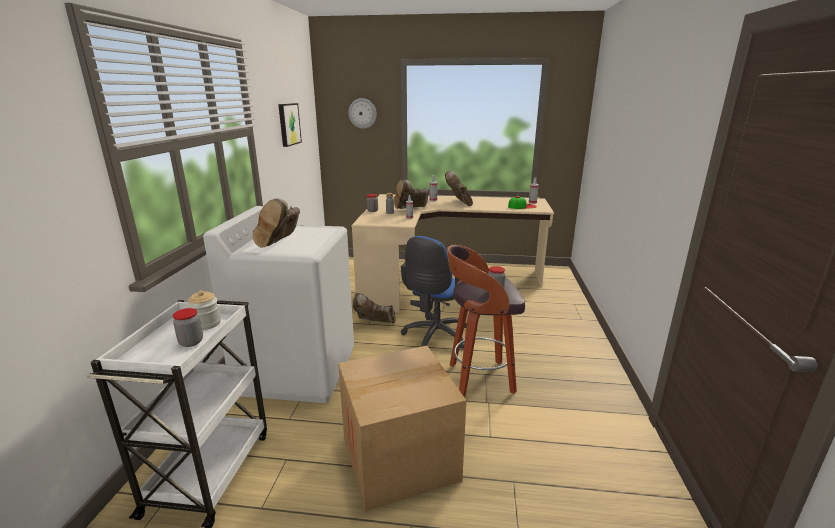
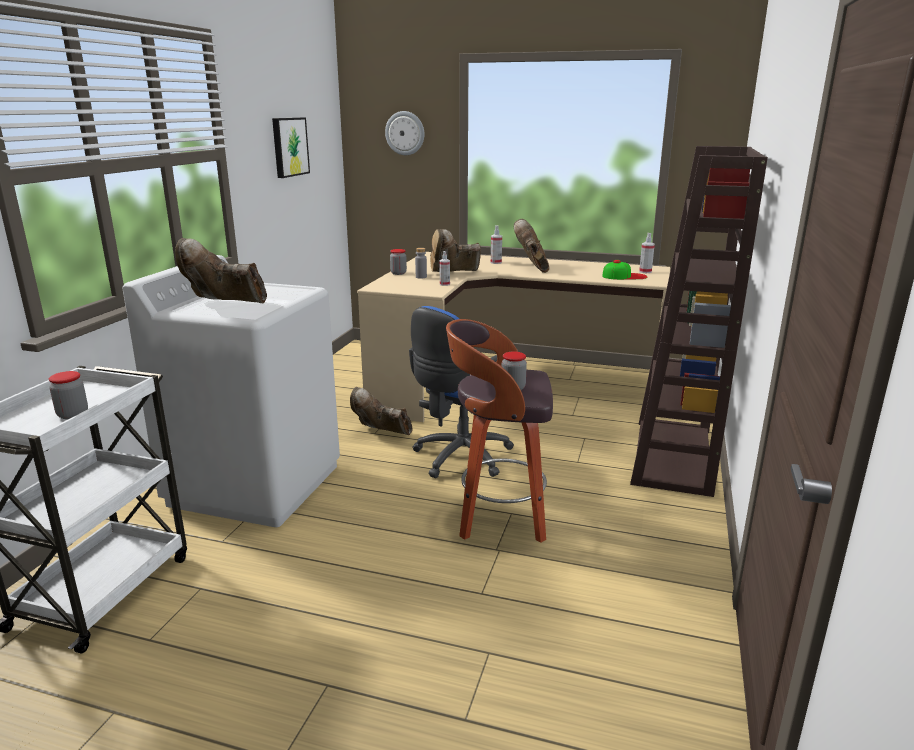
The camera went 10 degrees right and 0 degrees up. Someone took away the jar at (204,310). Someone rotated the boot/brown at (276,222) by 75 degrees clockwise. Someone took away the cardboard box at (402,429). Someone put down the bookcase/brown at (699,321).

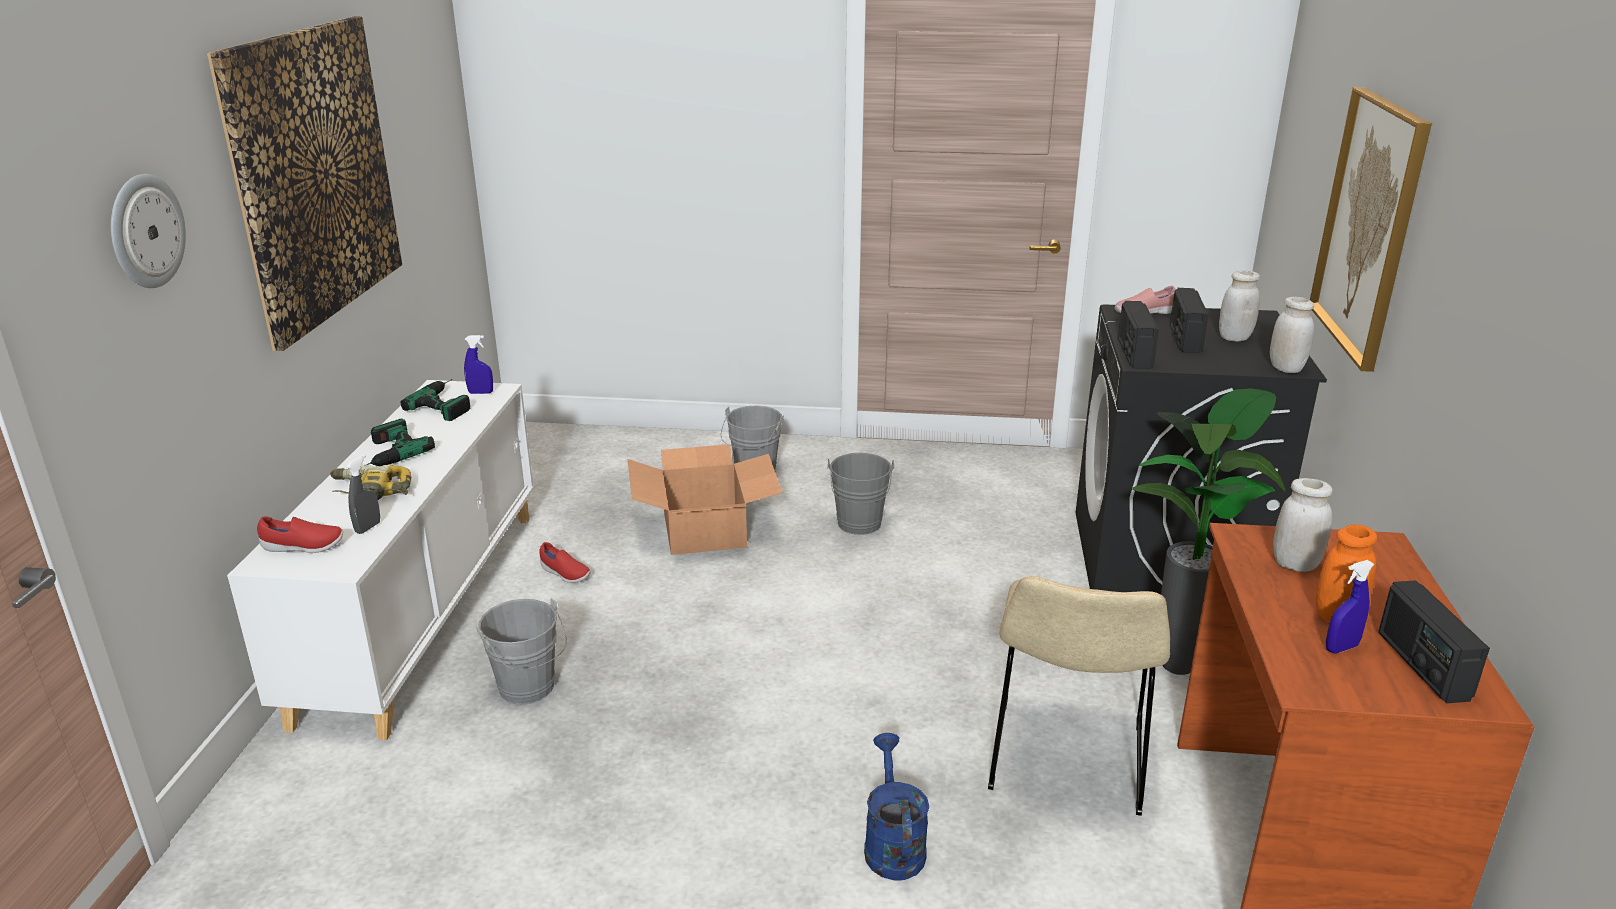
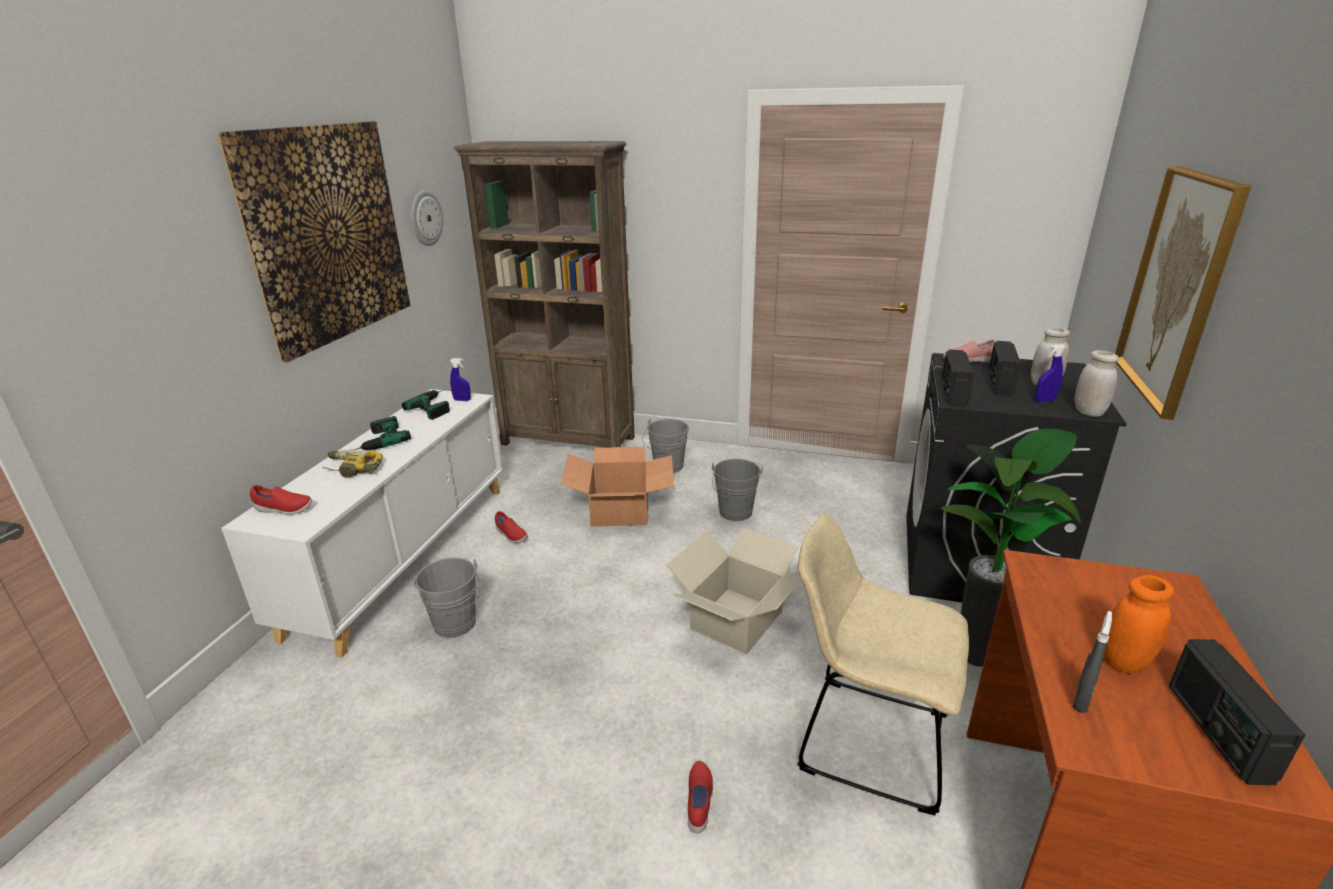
The camera went 10 degrees right and 0 degrees up. Someone carried the wall clock from (148,231) to (427,218). Someone carried the spray bottle/grey from (363,494) to (1092,662). Someone swapped the watering can/blue at (896,807) for the shoe/red at (700,797). Someone rotated the chair/beige at (1079,696) by 90 degrees clockwise. Someone took away the jar/white at (1303,525). Someone carried the spray bottle/blue from (1350,606) to (1050,373). Someone put down the bookcase/brown at (544,294). Someone put down the cardboard box at (733,591).

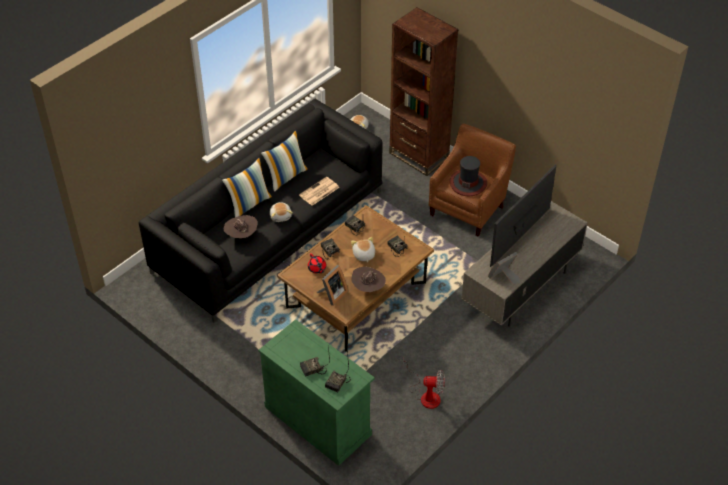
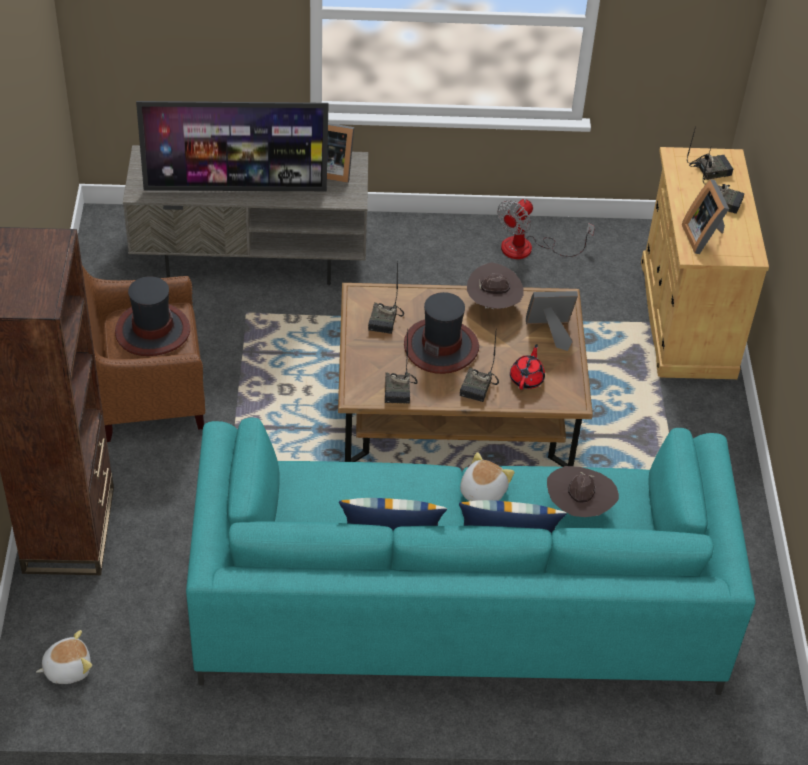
The camera went 135 degrees left and 0 degrees up. Someone repainted the sofa/black at (260,210), which became the sofa/turquoise at (471,556). Someone repainted the cabinet/green at (316,392), which became the cabinet/beige at (705,263). Someone took away the newspaper at (319,191). Someone swapped the plush toy at (363,249) for the hat at (441,333). Someone rotated the fan at (424,384) by 105 degrees counterclockwise. Someone put down the picture frame at (705,216).

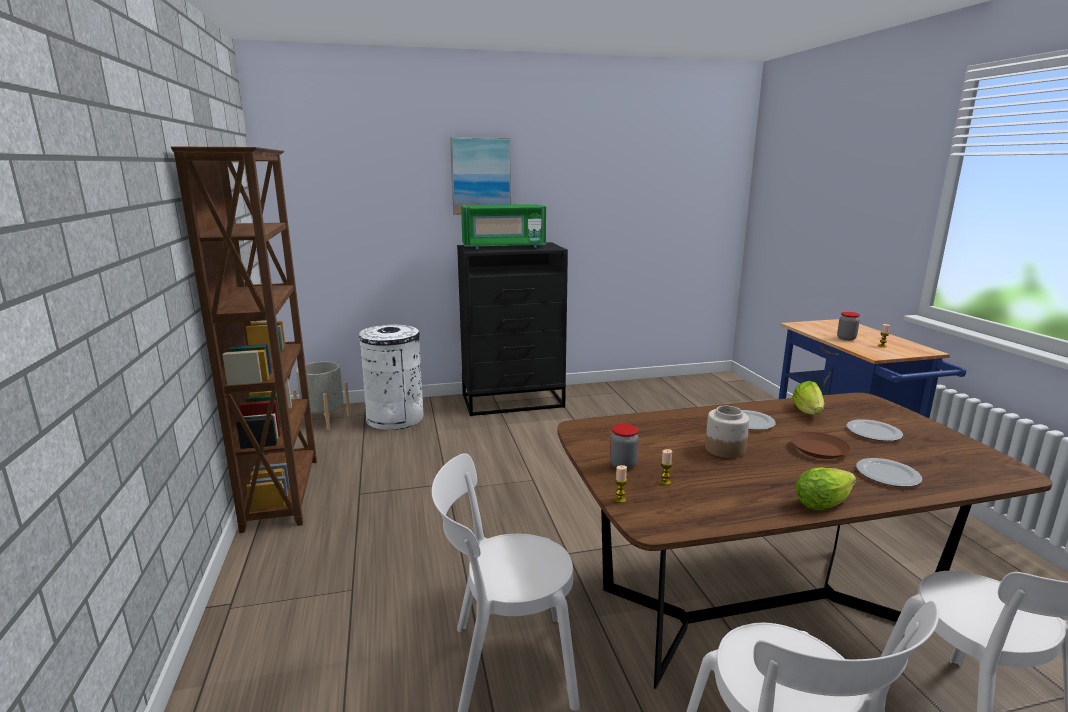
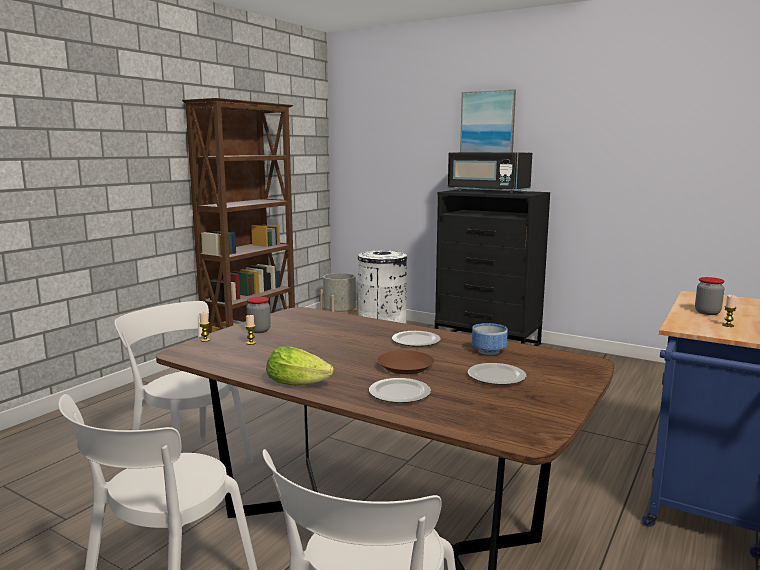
The camera went 45 degrees right and 5 degrees down. Someone repainted the microwave/green at (503,226), which became the microwave/black at (490,172). Someone took away the jar at (727,432). Someone swapped the lettuce at (808,397) for the bowl at (489,339).

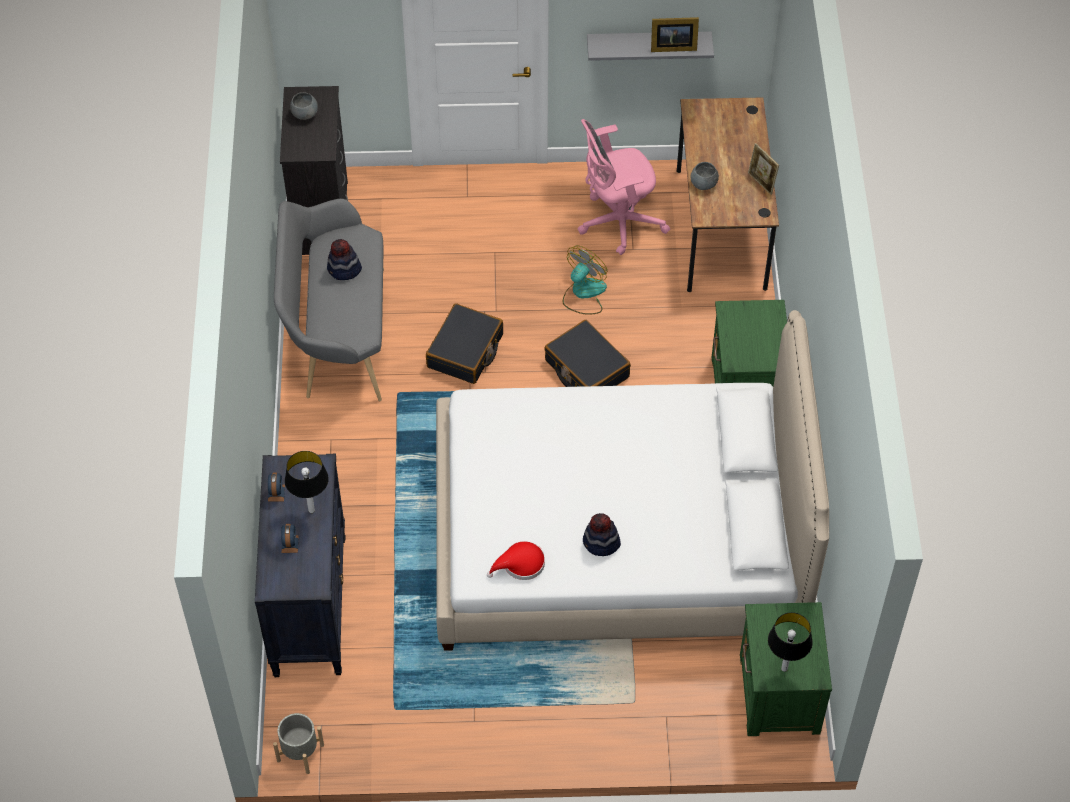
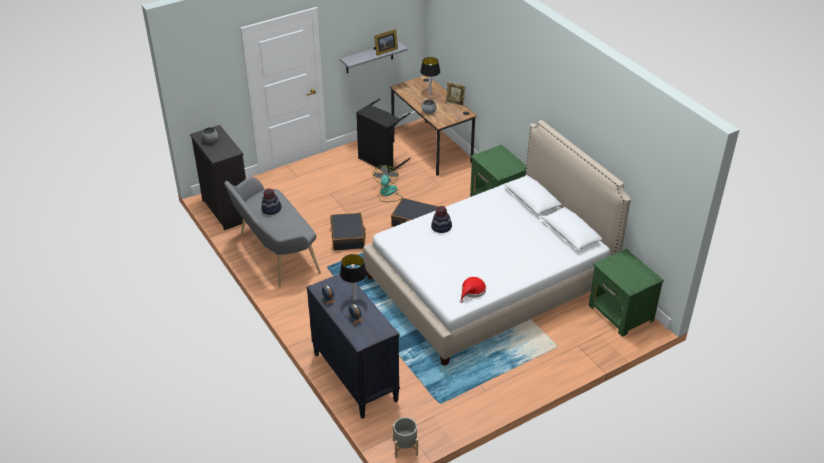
The camera went 30 degrees left and 15 degrees down. Someone swapped the office chair/pink at (624,187) for the laundry basket/black at (383,135). Someone carried the hat from (602,534) to (441,219). Someone carried the table lamp from (790,642) to (430,76).

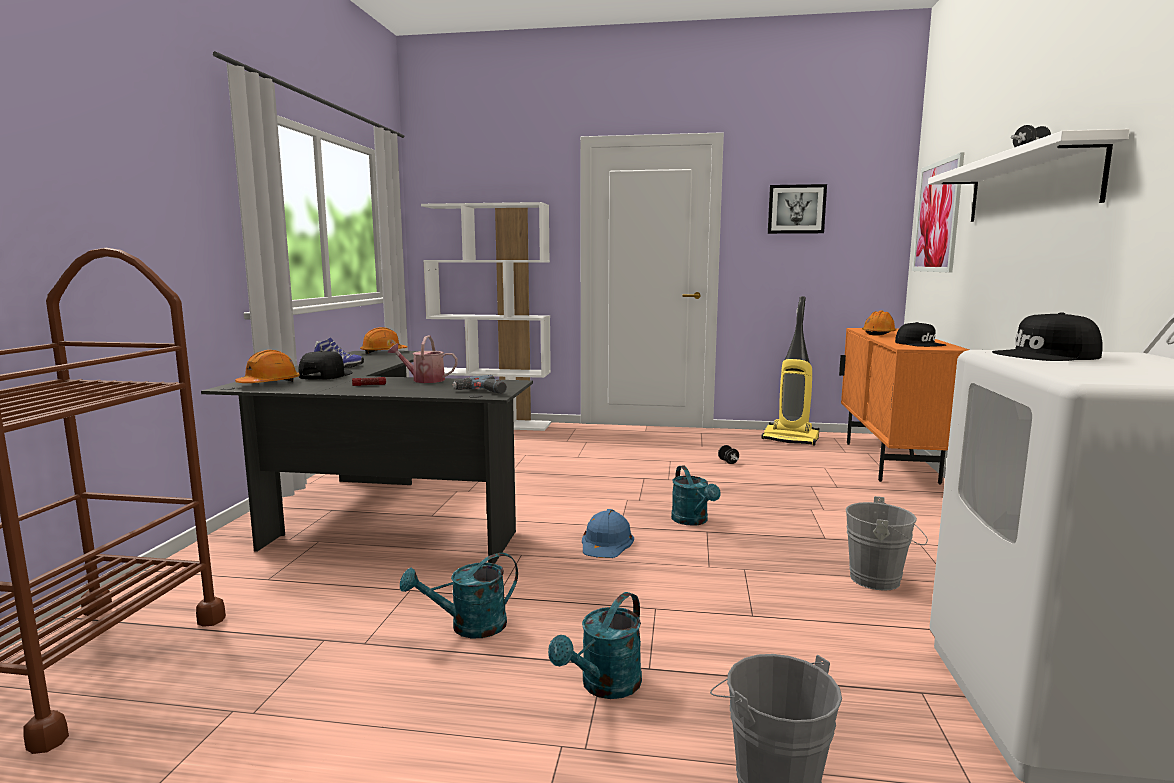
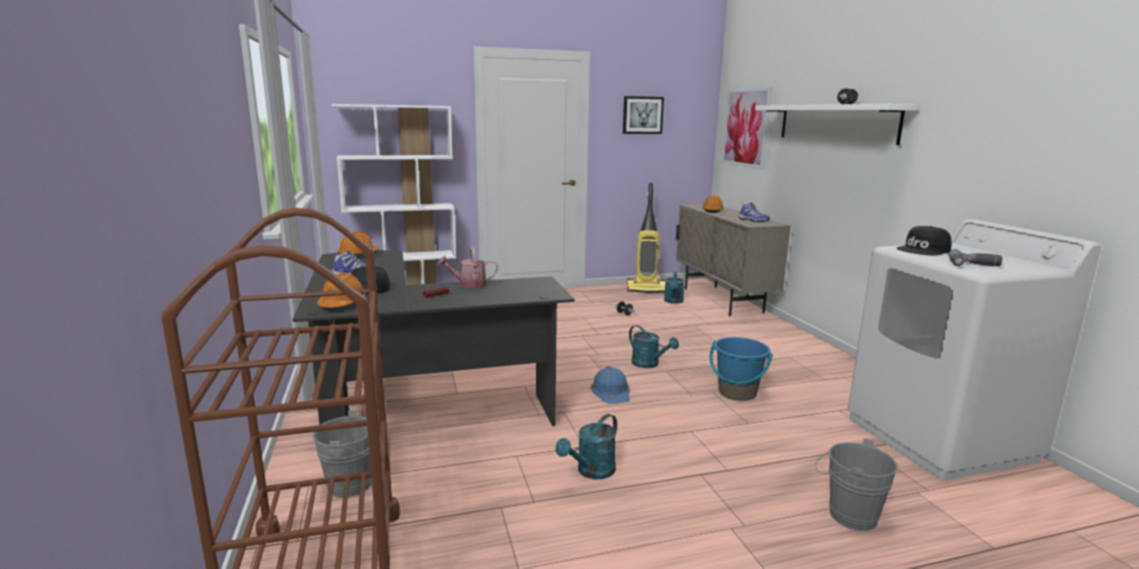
The camera went 25 degrees left and 5 degrees up. Someone carried the power drill from (479,384) to (975,257). Someone carried the watering can/turquoise from (595,645) to (674,288). Someone repainted the cabinet/orange at (904,406), which became the cabinet/beige at (733,260). Someone carried the bucket/grey from (886,543) to (341,454). Someone swapped the cap/black at (920,334) for the shoe at (754,212). Someone put down the bucket/blue at (741,369).

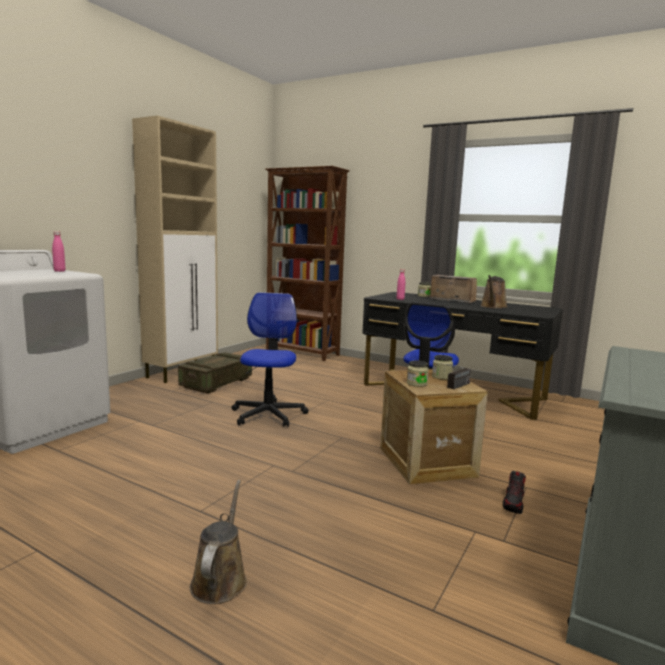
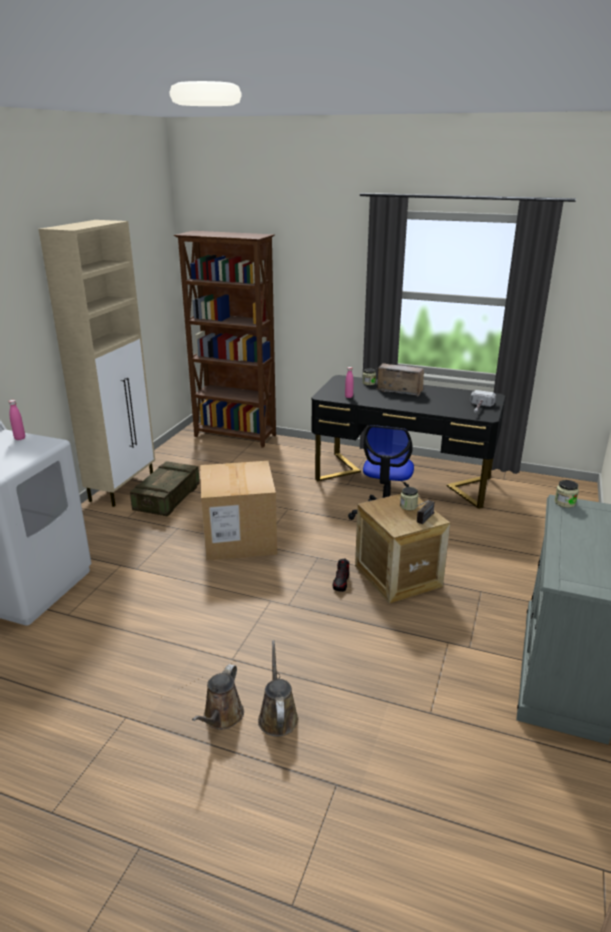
The camera went 10 degrees left and 15 degrees up. Someone swapped the office chair at (270,359) for the cardboard box at (238,511). Someone carried the jar from (418,373) to (566,494). Someone carried the watering can/brown from (494,292) to (218,697). Someone carried the shoe from (514,492) to (340,575). Someone put down the hammer at (483,401).

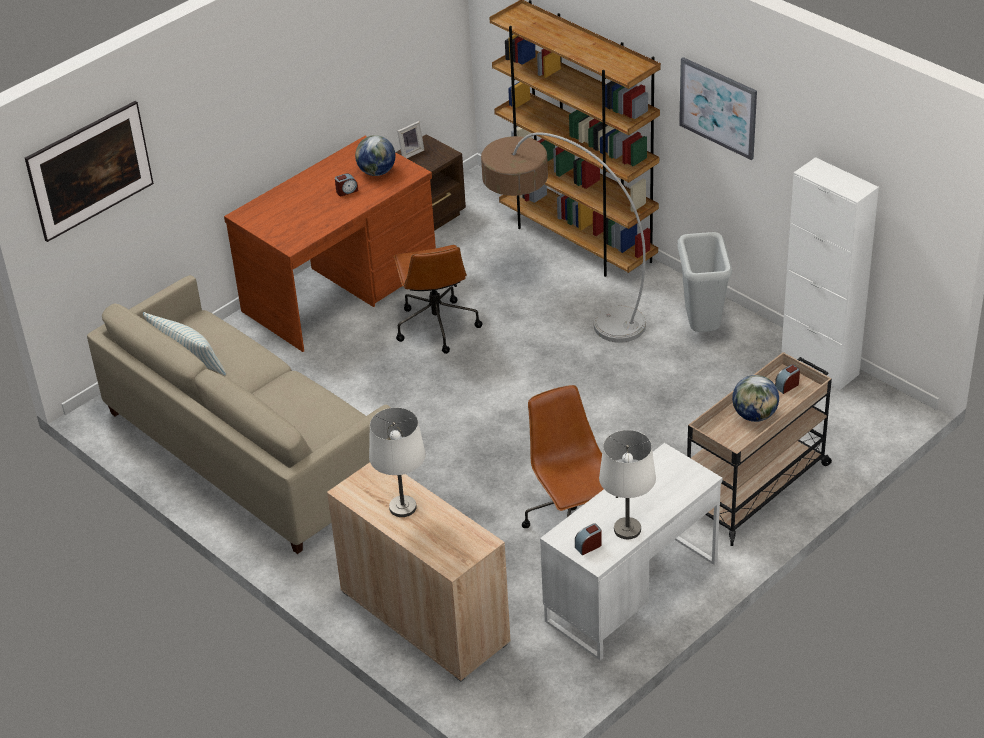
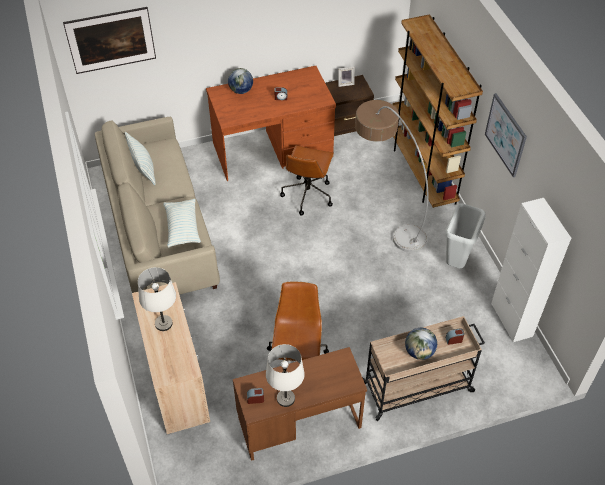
The camera went 25 degrees right and 10 degrees up. Someone carried the globe from (375,155) to (240,81). Someone repainted the desk/white at (631,551), which became the desk/brown at (300,404). Someone put down the pillow at (182,223).

